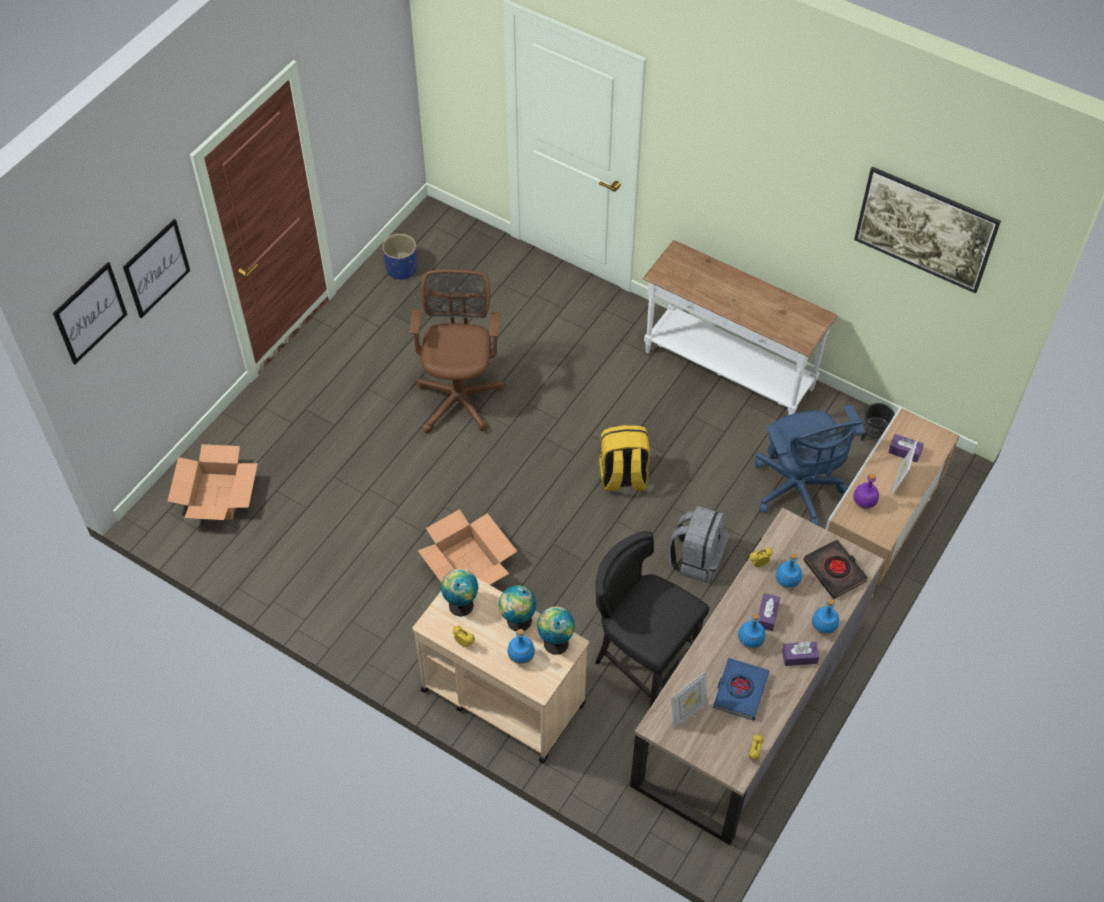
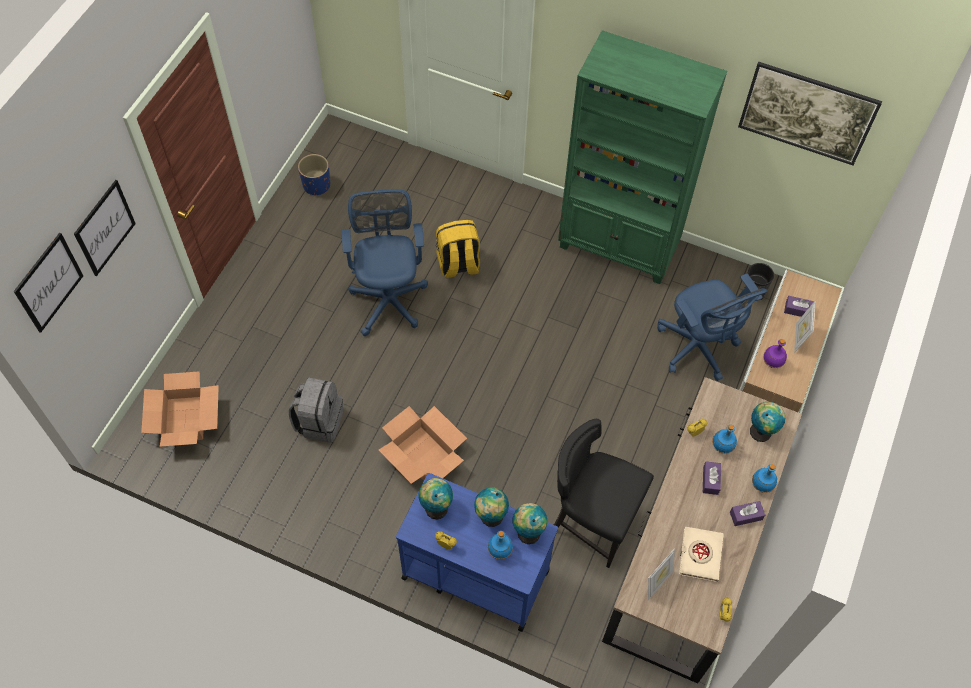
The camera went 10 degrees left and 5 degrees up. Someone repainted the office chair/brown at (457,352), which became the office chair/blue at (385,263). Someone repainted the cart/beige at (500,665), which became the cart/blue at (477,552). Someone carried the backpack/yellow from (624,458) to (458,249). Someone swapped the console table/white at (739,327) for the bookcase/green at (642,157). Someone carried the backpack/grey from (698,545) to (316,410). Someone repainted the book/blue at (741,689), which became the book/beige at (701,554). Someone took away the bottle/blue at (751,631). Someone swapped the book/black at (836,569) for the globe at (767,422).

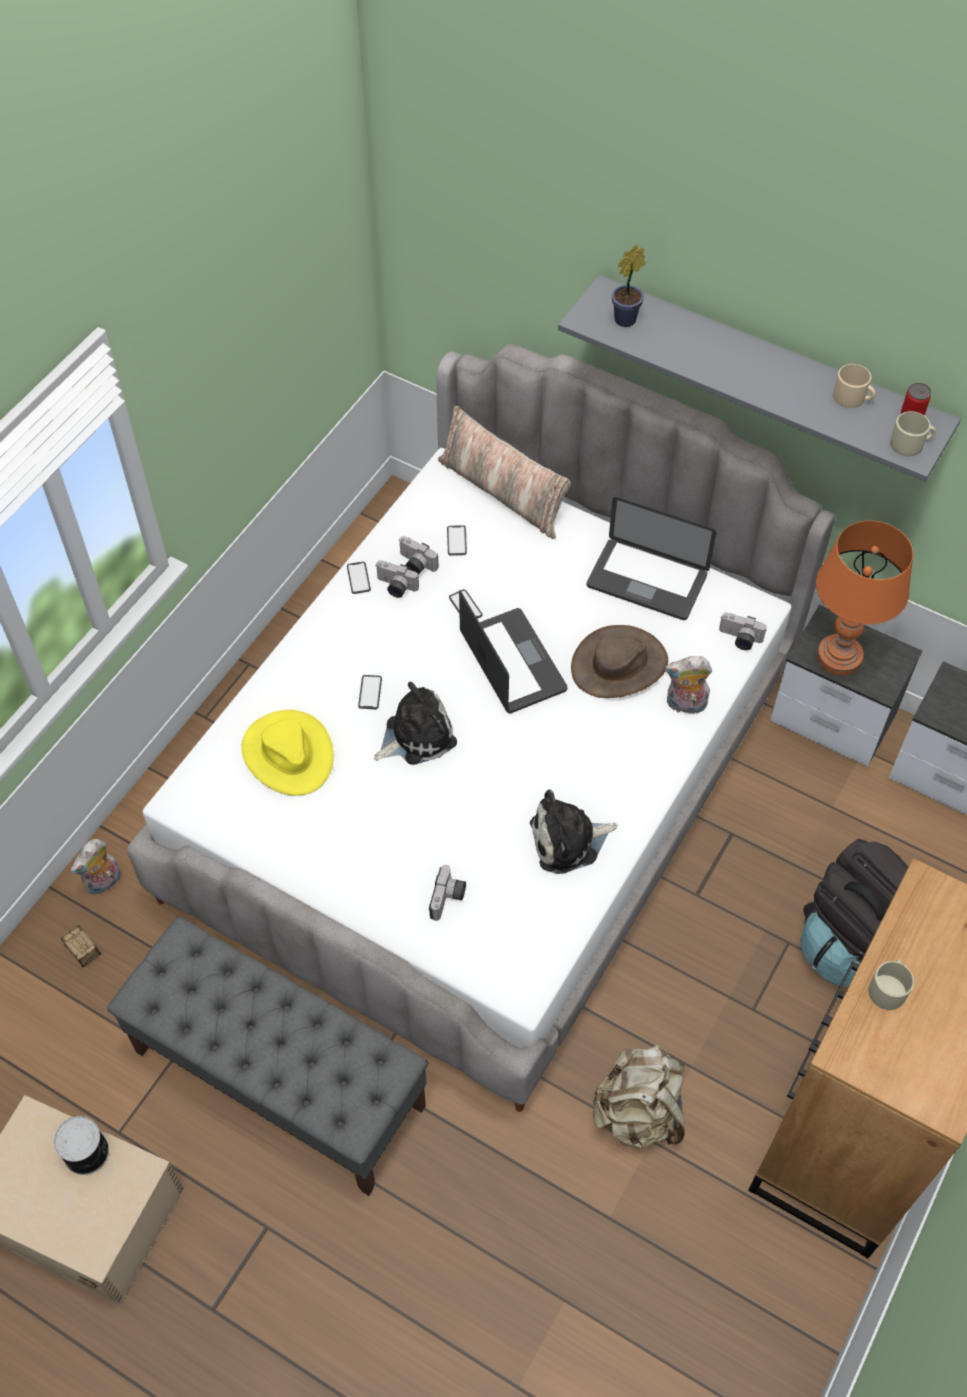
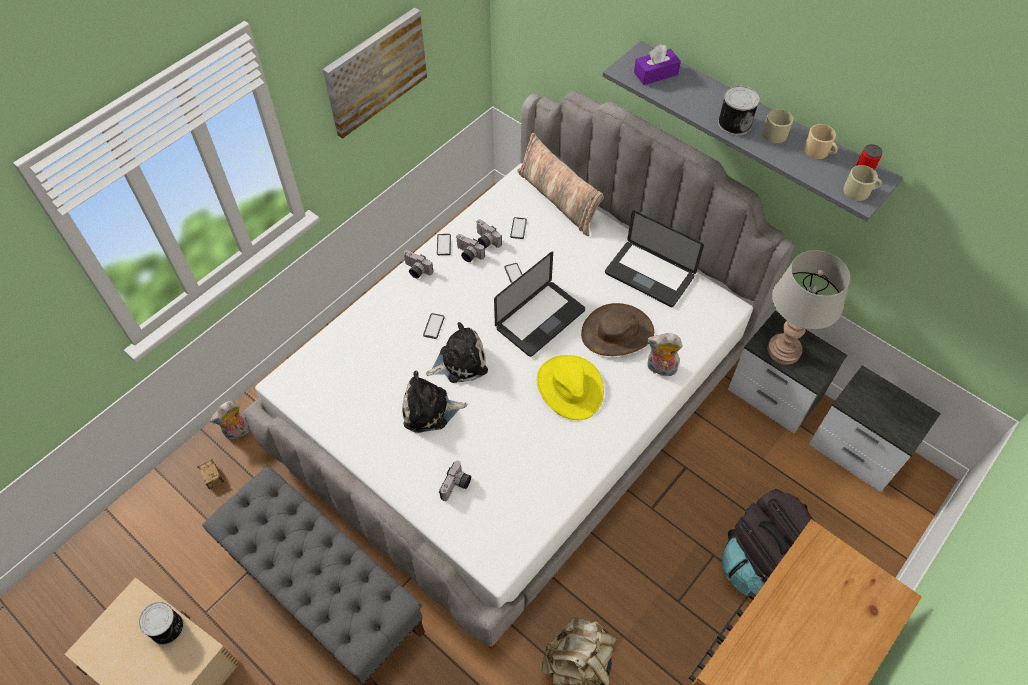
The camera went 10 degrees right and 0 degrees up. Someone carried the hat/yellow from (287,753) to (570,387). Someone rotated the laptop at (513,651) by 60 degrees clockwise. Someone carried the plush toy from (573,831) to (434,401). Someone swapped the potted plant at (629,286) for the tissue box/purple at (657,64). Someone carried the photo camera from (743,631) to (418,264). Someone repainted the table lamp/orange at (864,598), which became the table lamp/grey at (808,307). Someone carried the mug/beige from (891,984) to (778,126). Someone put up the picture at (375,73). Someone put down the can at (739,110).

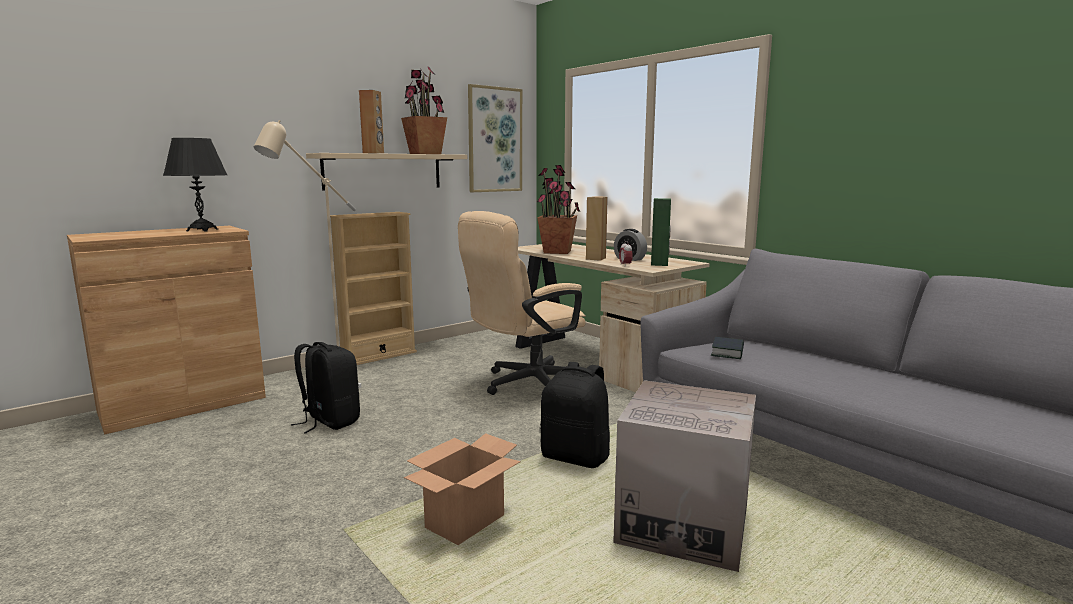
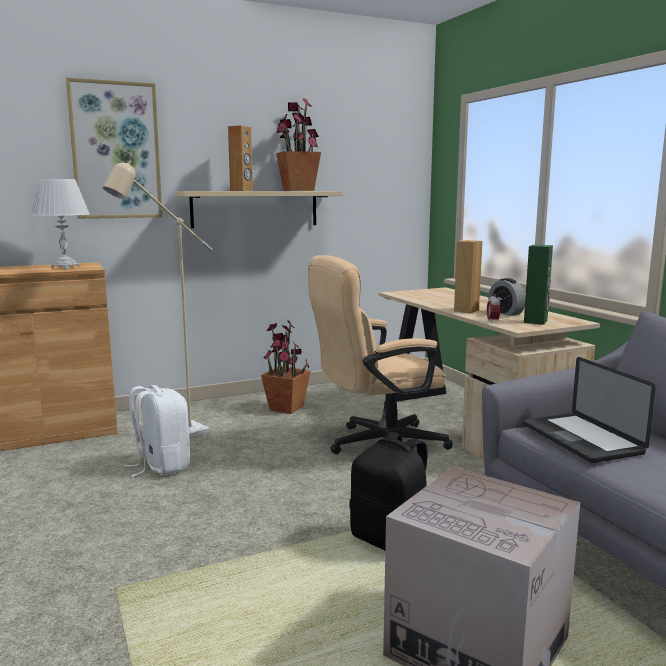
The camera went 15 degrees right and 0 degrees up. Someone repainted the table lamp/black at (195,185), which became the table lamp/white at (60,224). Someone repainted the backpack/black at (325,388), which became the backpack/white at (157,431). Someone took away the bookcase/beige at (373,288). Someone took away the cardboard box at (462,489). Someone carried the picture from (495,138) to (114,148). Someone carried the potted plant from (558,209) to (286,367). Someone swapped the book at (727,348) for the laptop at (589,410).

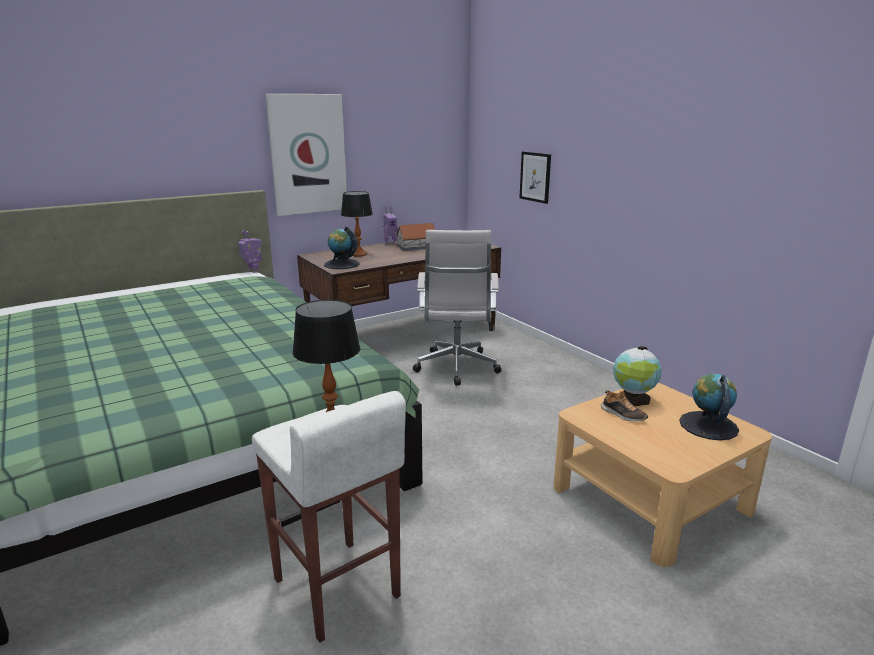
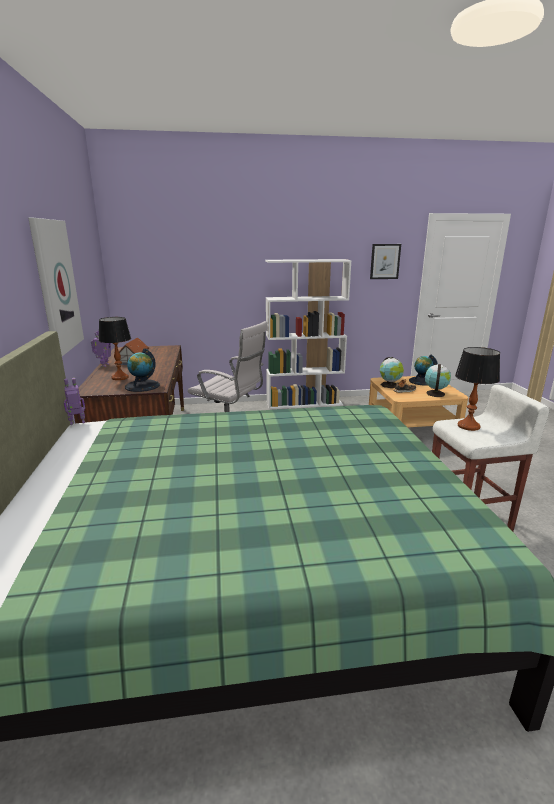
The camera went 65 degrees left and 0 degrees up. Someone carried the picture from (535,177) to (385,261). Someone put down the bookcase/white at (308,334). Someone put down the globe at (438,380).

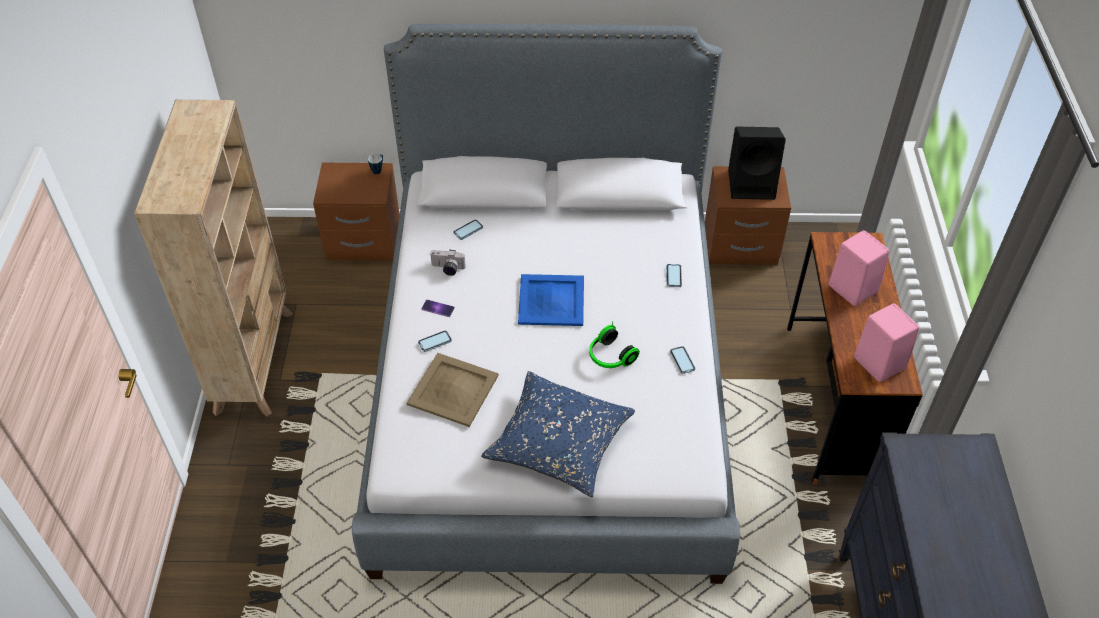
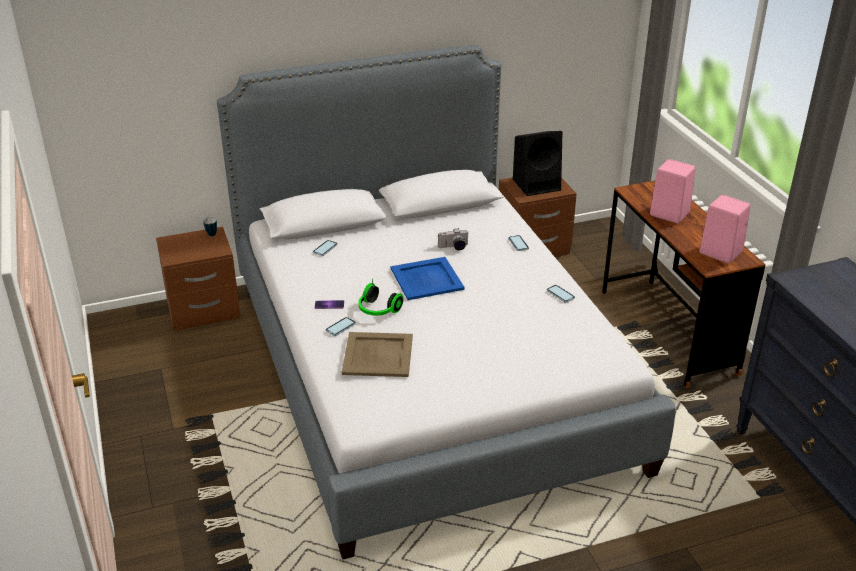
The camera went 20 degrees left and 15 degrees down. Someone took away the bookcase/beige at (213,258). Someone carried the photo camera from (448,263) to (453,239). Someone took away the pillow/blue at (558,434). Someone carried the headphones from (614,345) to (381,297).

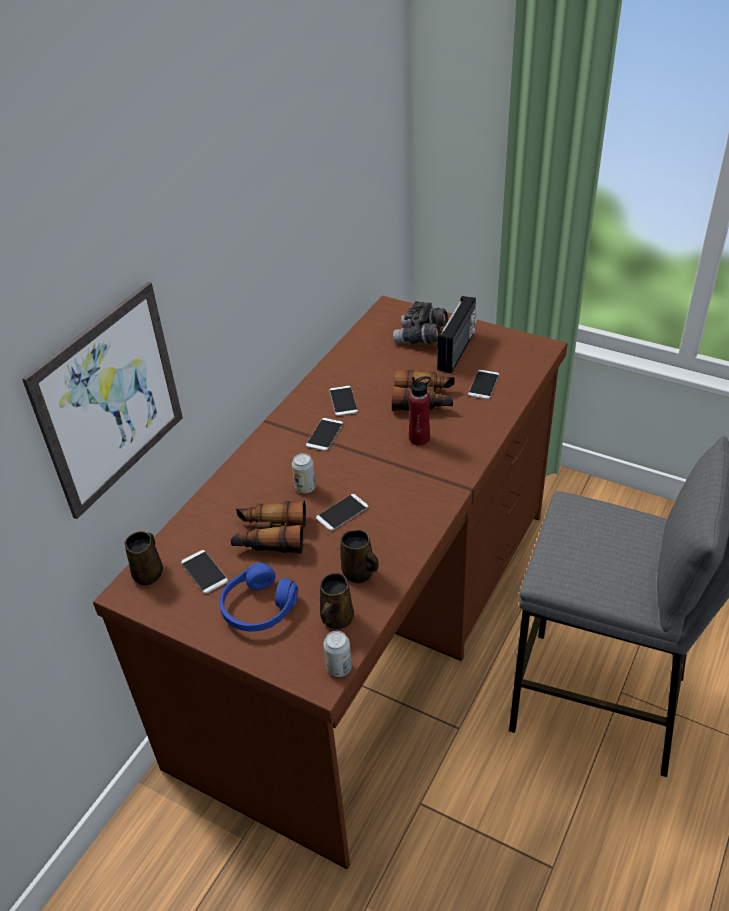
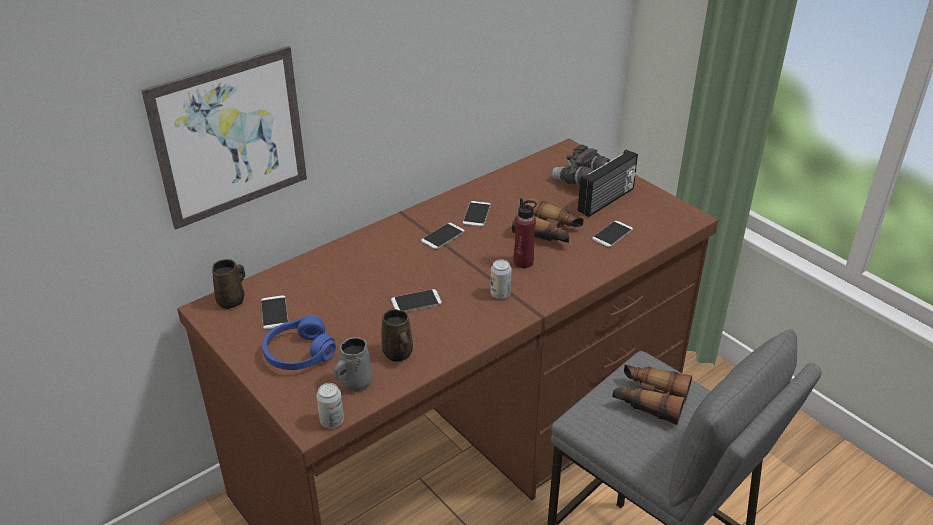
The camera went 20 degrees right and 5 degrees down. Someone carried the binoculars from (268,527) to (652,395). Someone carried the can from (304,473) to (501,279). Someone repainted the mug/brown at (337,601), which became the mug/grey at (353,364).

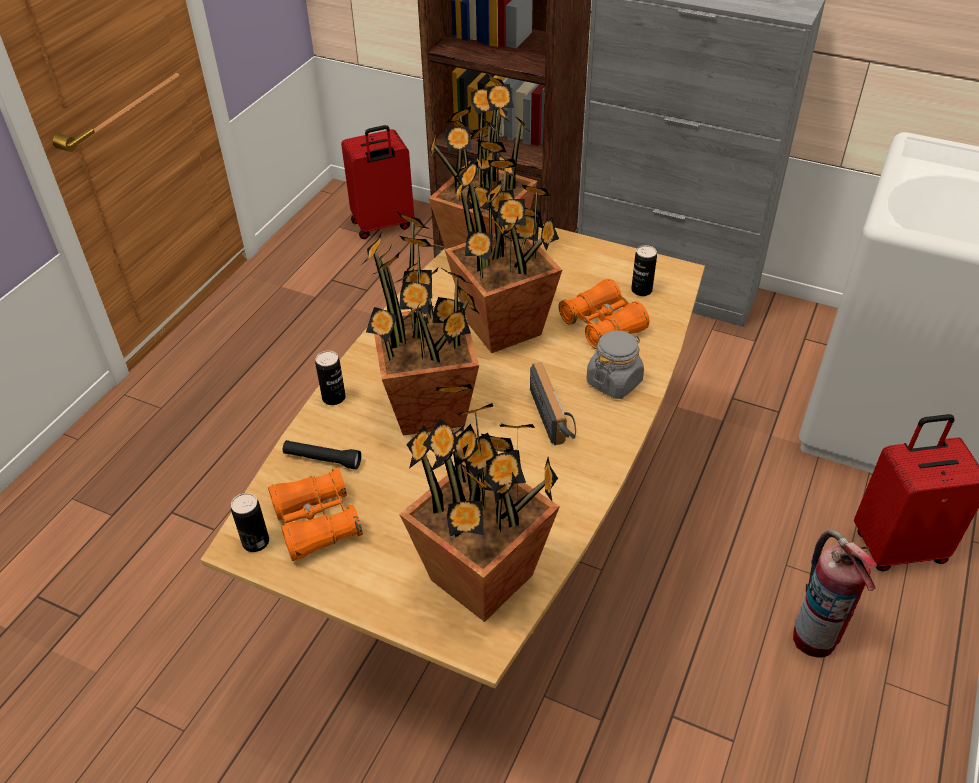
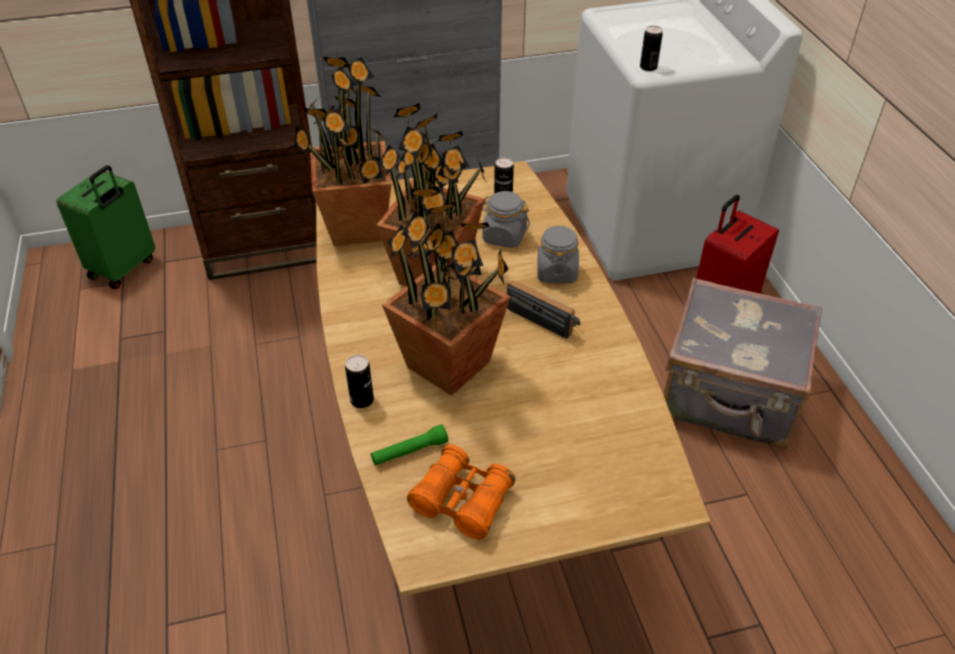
The camera went 40 degrees left and 0 degrees up. Someone carried the can from (250,522) to (651,48). Someone repainted the flashlight/black at (322,454), which became the flashlight/green at (409,445). Someone repainted the suitcase/red at (377,182), which became the suitcase/green at (106,227). Someone took away the potted plant at (479,503). Someone swapped the binoculars/orange at (604,314) for the jar/grey at (506,219). Someone swapped the fire extinguisher at (835,594) for the suitcase/grey at (743,363).

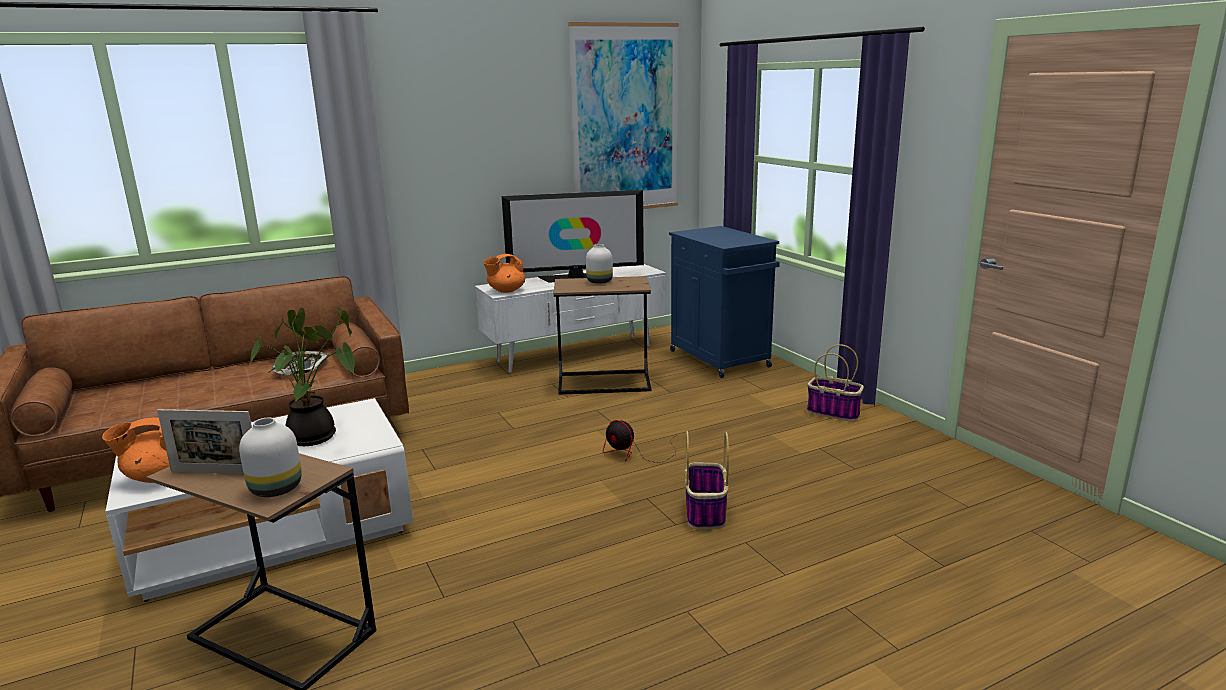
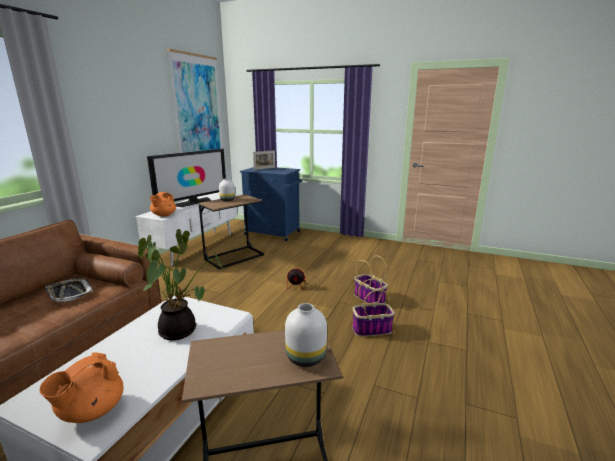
The camera went 40 degrees left and 0 degrees up. Someone carried the picture frame from (204,441) to (264,160). Someone carried the basket from (835,382) to (373,308).

